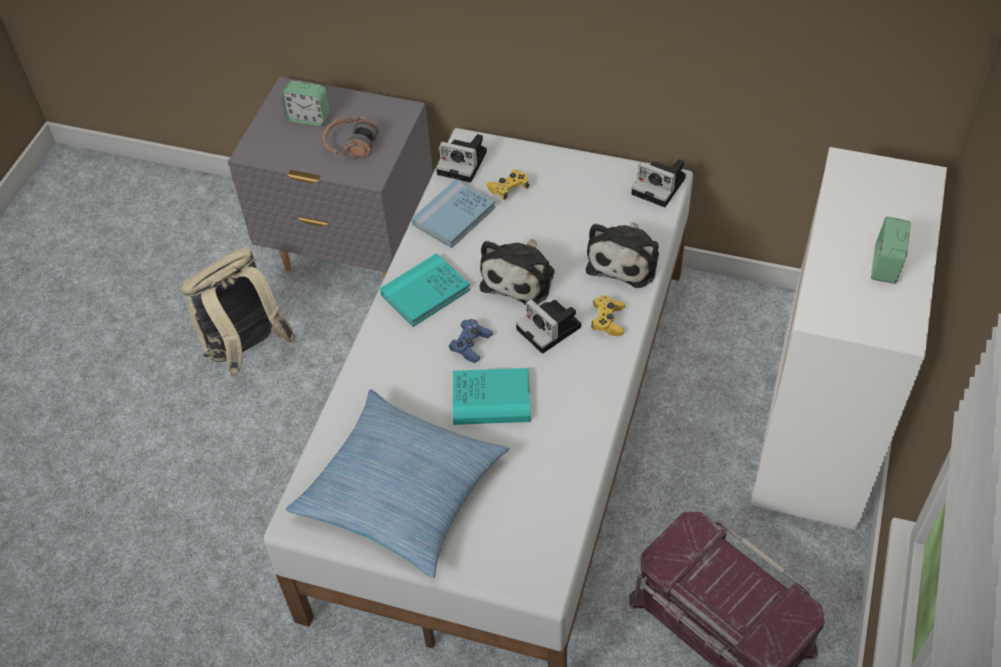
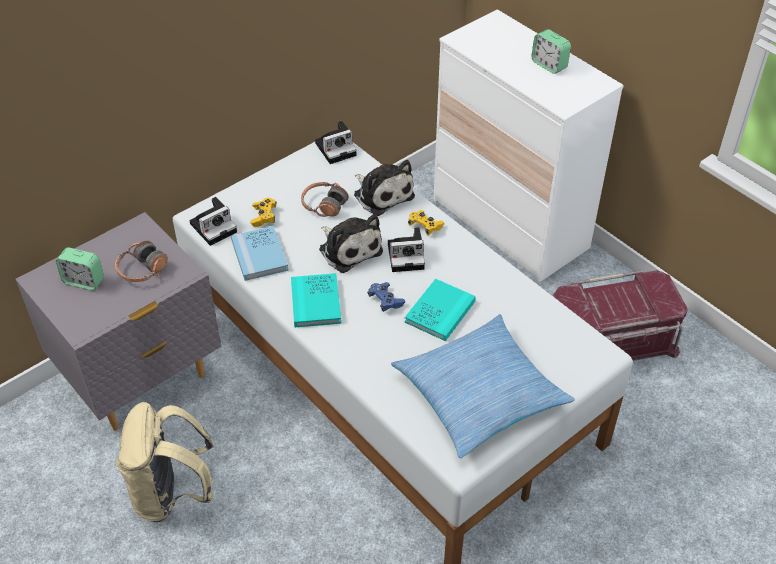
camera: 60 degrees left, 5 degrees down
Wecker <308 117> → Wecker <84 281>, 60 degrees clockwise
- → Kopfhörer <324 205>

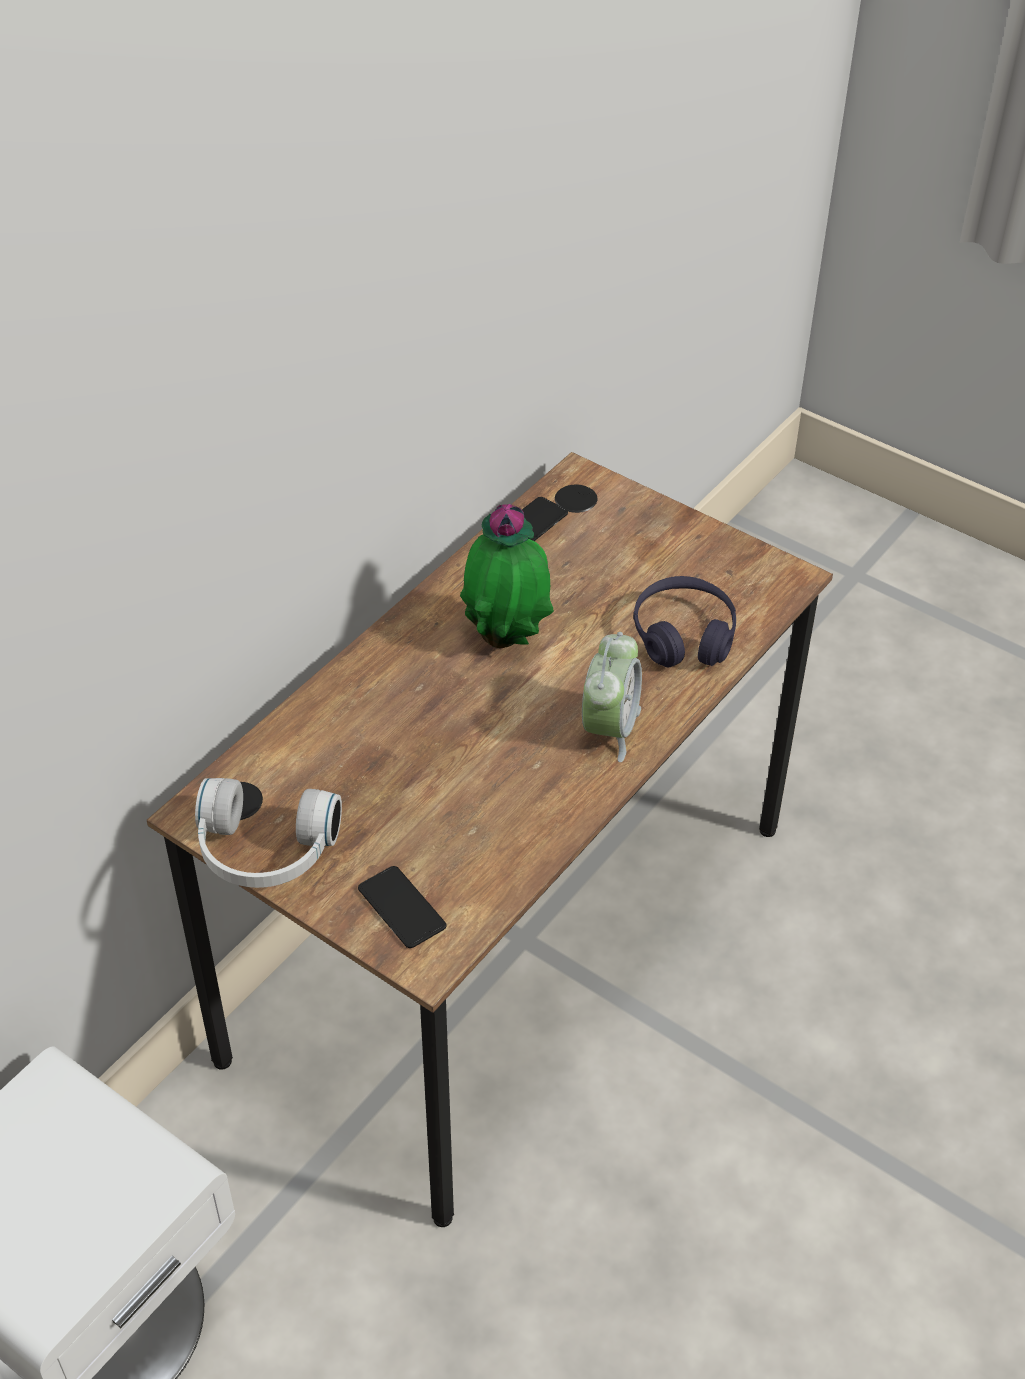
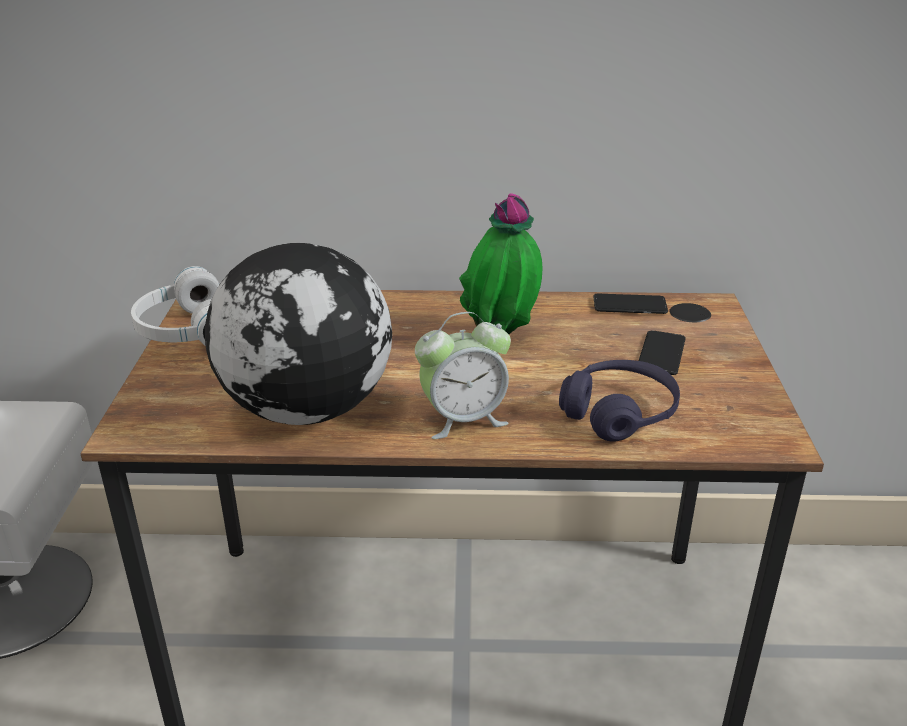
camera: 55 degrees right, 15 degrees down
Handy <401 908> → Handy <661 354>, move
- → Globus <309 409>

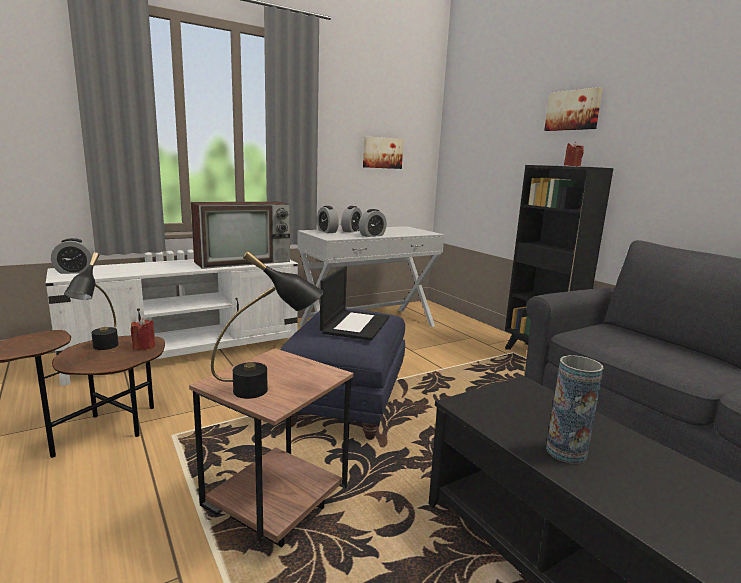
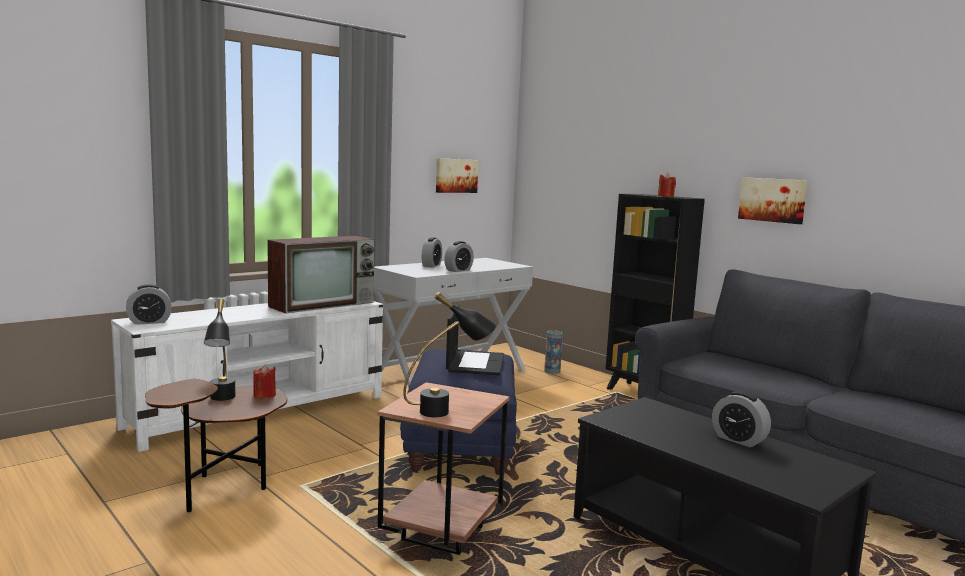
camera: 10 degrees left, 5 degrees down
Wecker <327 231> → Wecker <738 440>, move
Bild <573 110> → Bild <773 200>, move
Vase <566 451> → Vase <552 371>, move

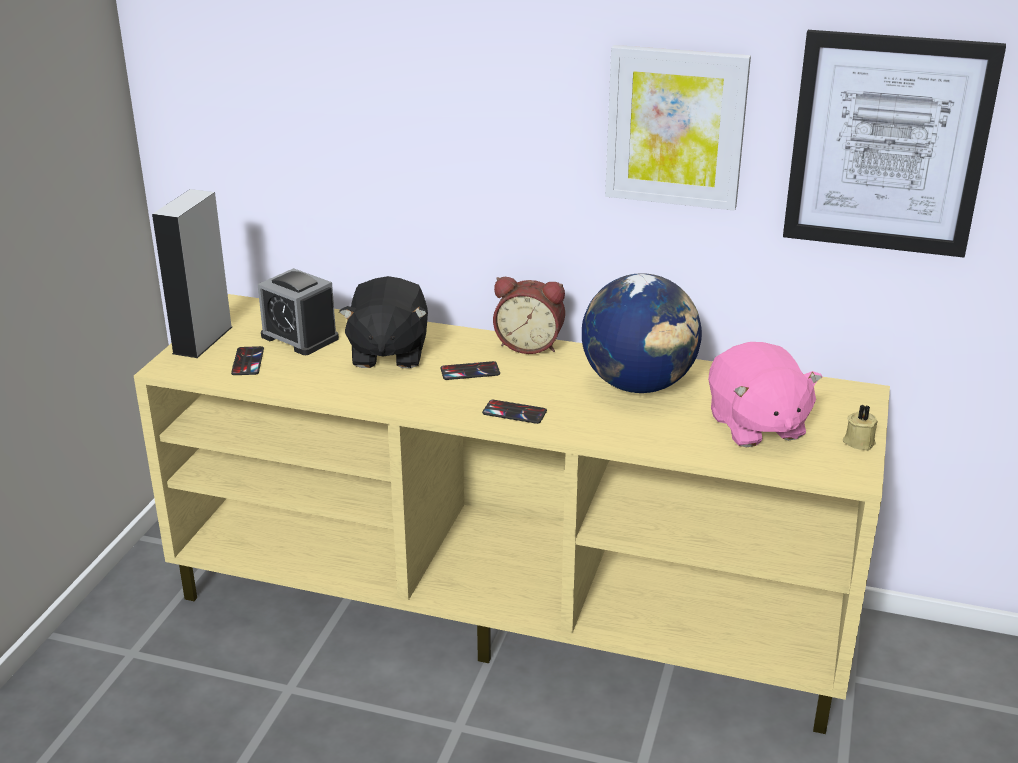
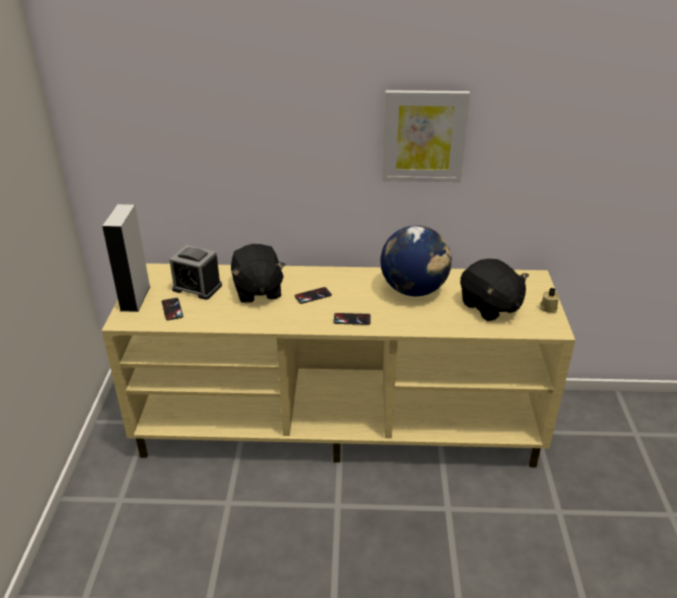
camera: 15 degrees left, 5 degrees up
Wecker <529 345> → -
Plüschtier [rosa] <755 426> → Plüschtier [schwarz] <490 307>
Bild <887 144> → -

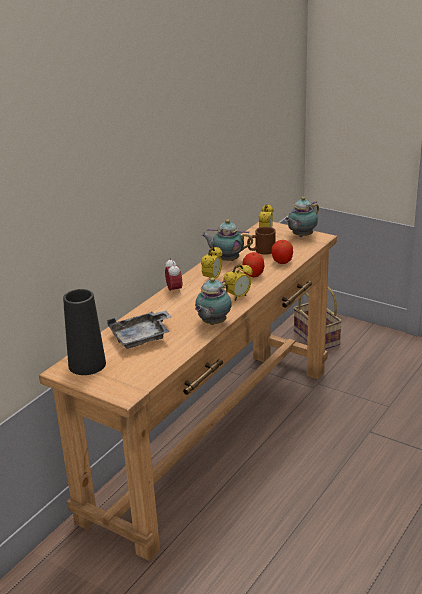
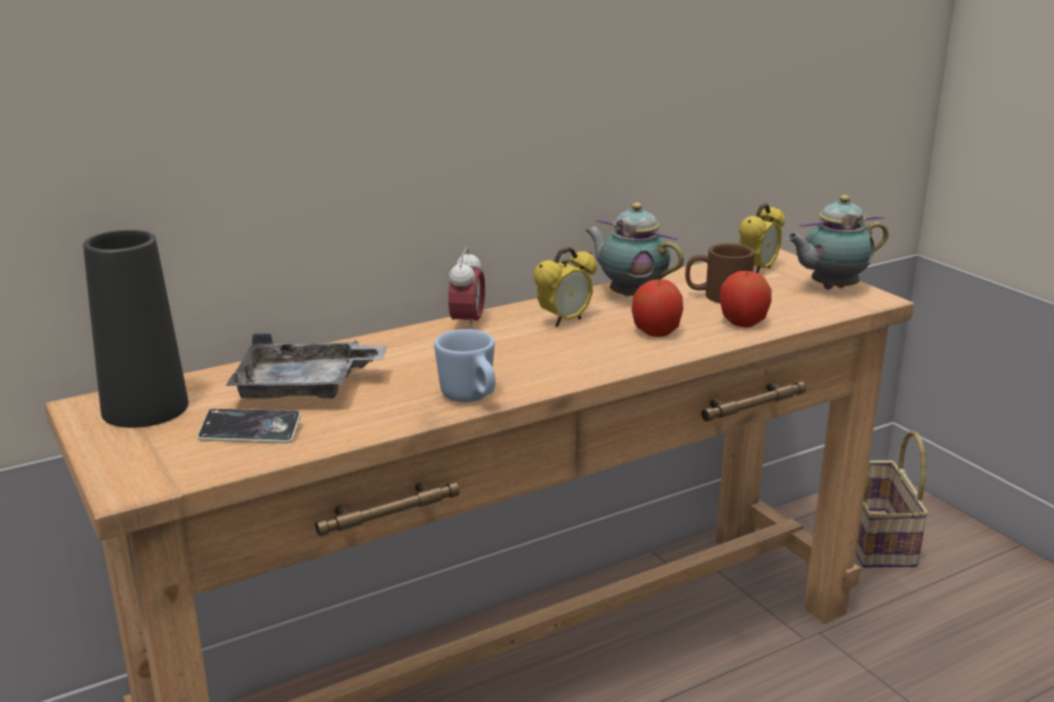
camera: 25 degrees right, 5 degrees down
Teekanne <212 323> → Henkelbecher [blau] <471 398>
Wecker <238 297> → -
- → Handy <250 432>

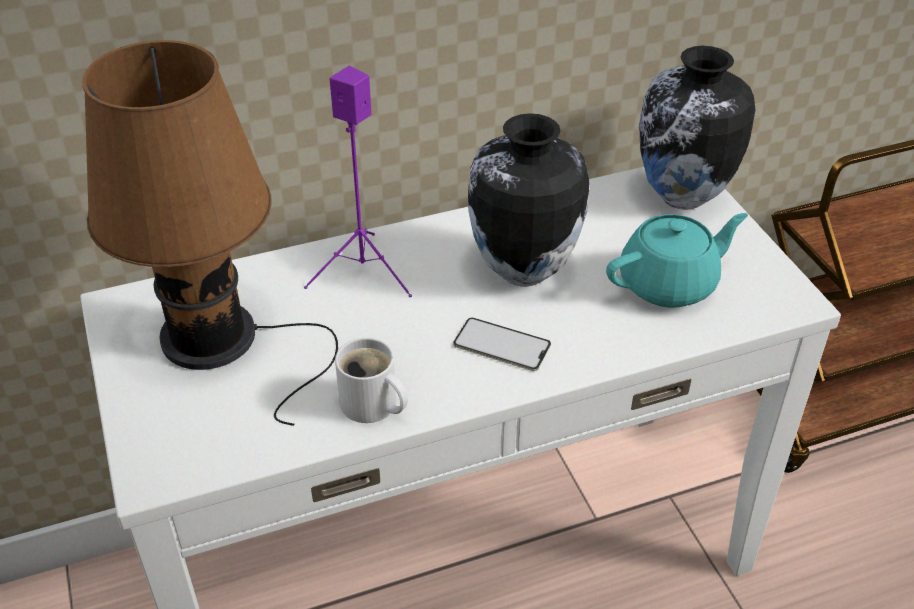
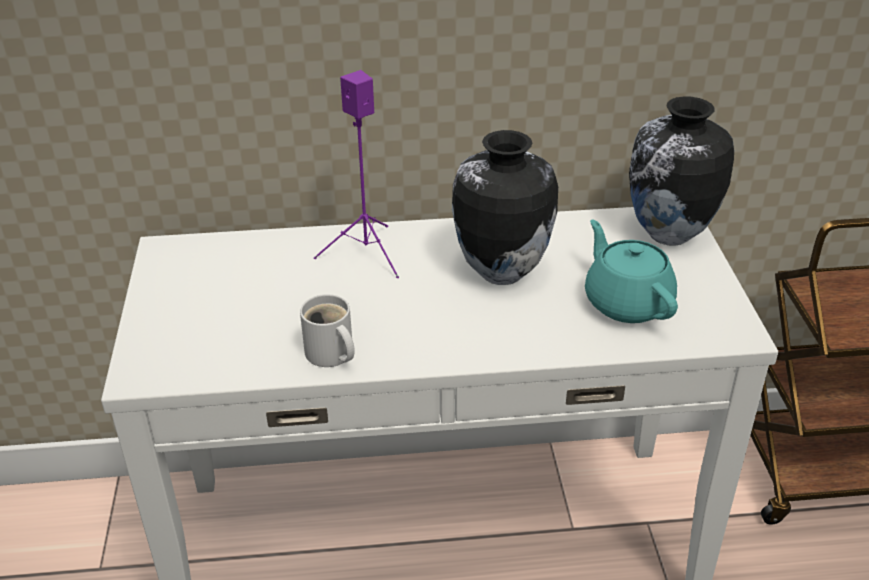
camera: 15 degrees right, 5 degrees down
Tischlampe [braun] <219 340> → -
Handy <502 345> → -
Teekanne [türkis] <669 284> → Teekanne [türkis] <627 302>, 105 degrees counterclockwise

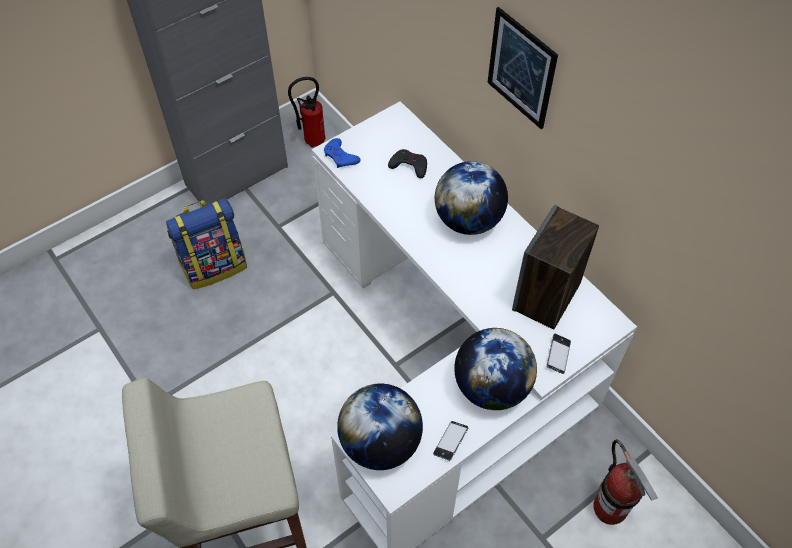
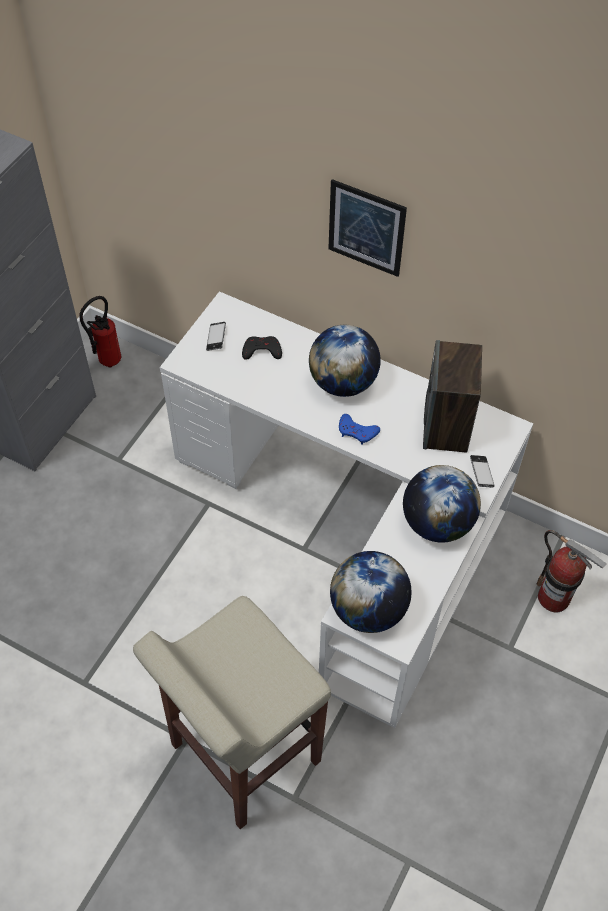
camera: 25 degrees left, 0 degrees up
Rucksack <214 265> → -
Gamepad [blau] <340 157> → Gamepad [blau] <357 432>, move
Handy <450 442> → Handy <216 338>, move

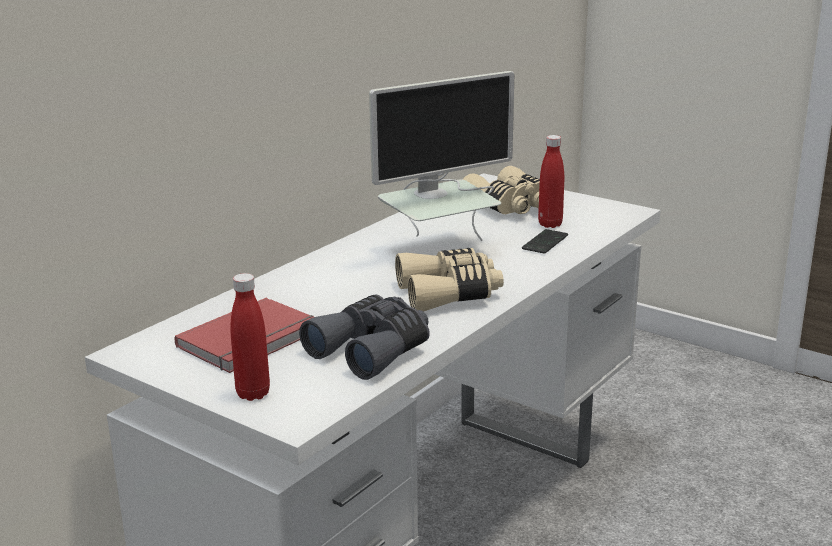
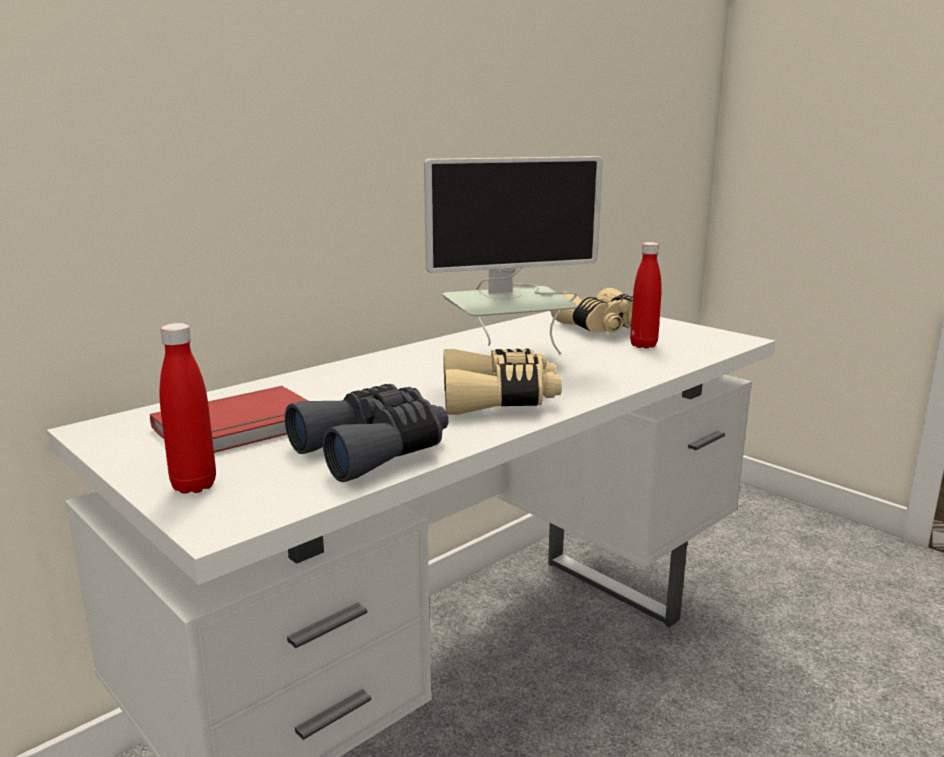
camera: 10 degrees right, 5 degrees down
Handy <545 243> → -

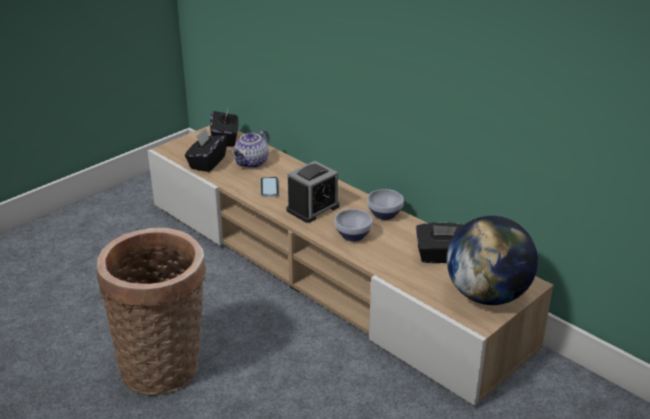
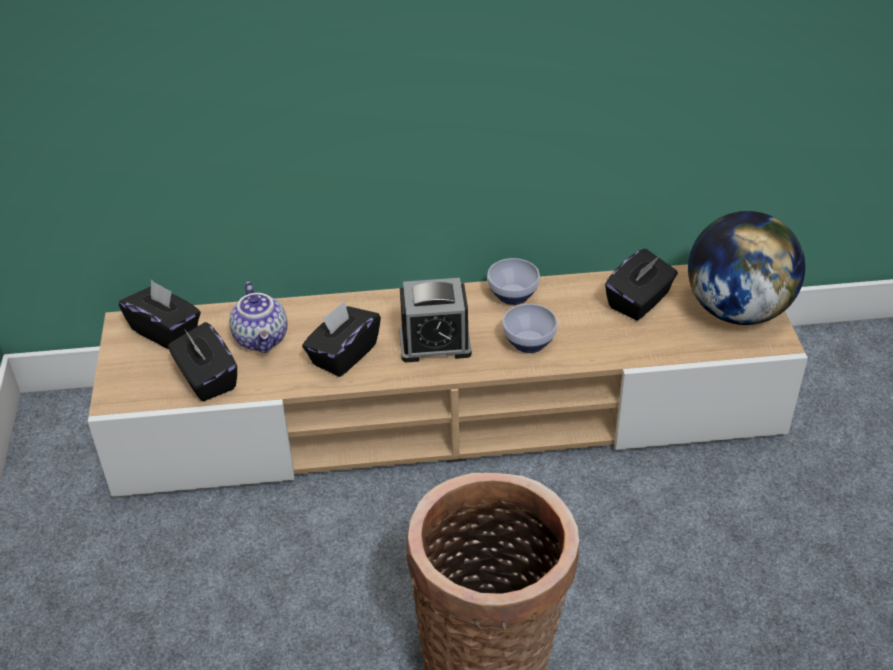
camera: 50 degrees left, 10 degrees up
Handy <269 188> → Taschentuchbox [schwarz] <343 355>
Wecker <313 208> → Wecker <435 343>, 90 degrees clockwise

